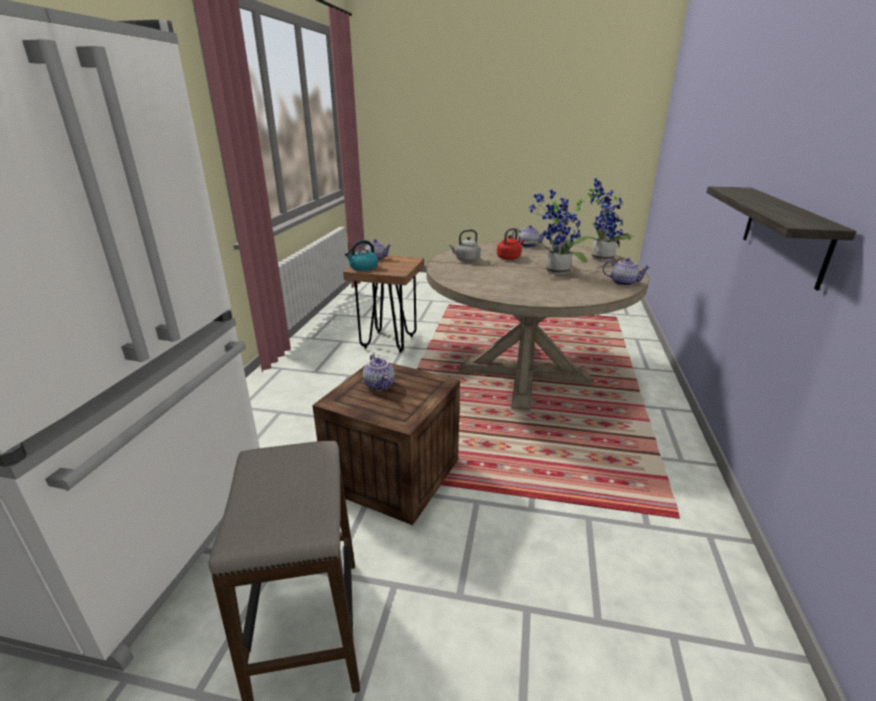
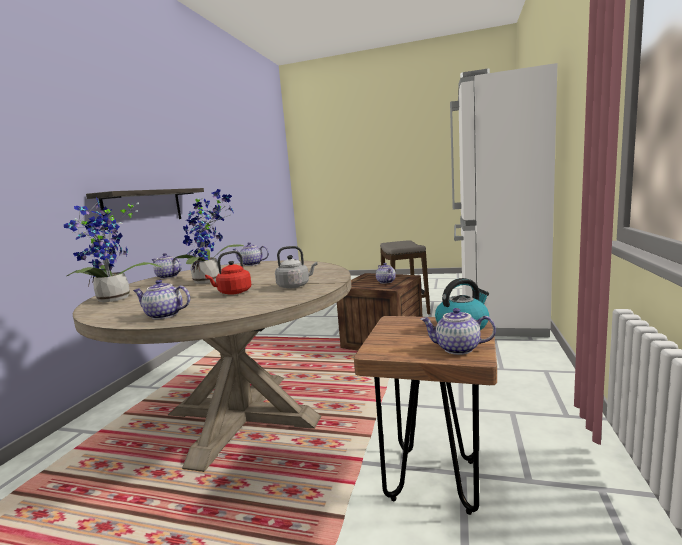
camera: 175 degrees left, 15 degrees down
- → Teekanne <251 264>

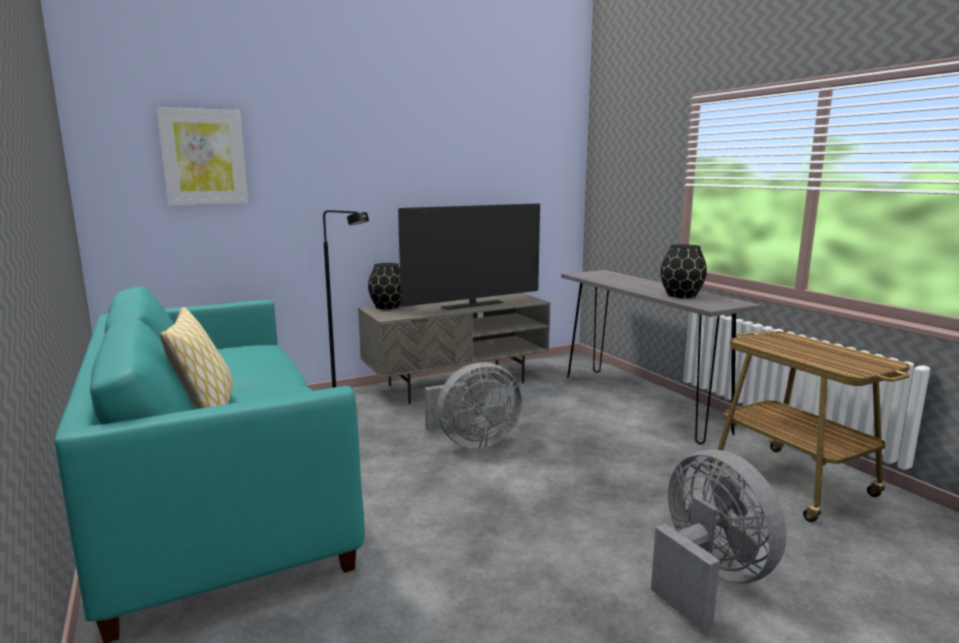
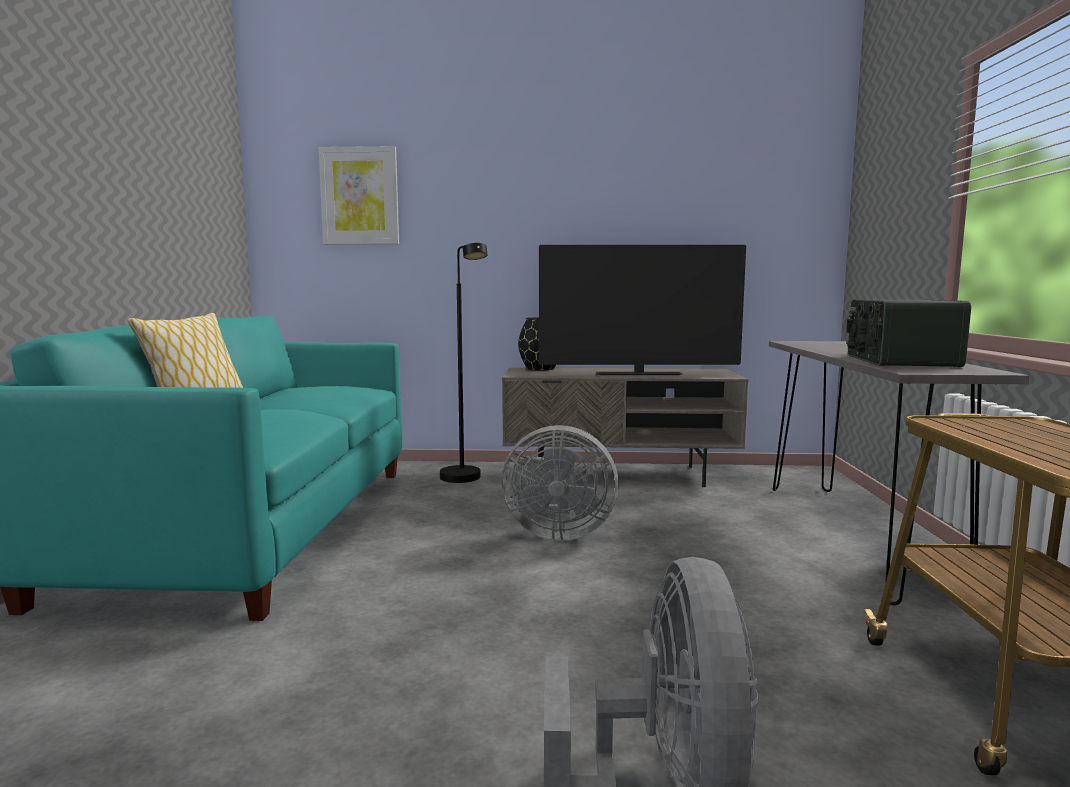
camera: 30 degrees right, 5 degrees down
Vase [schwarz] <682 295> → Radio <898 361>

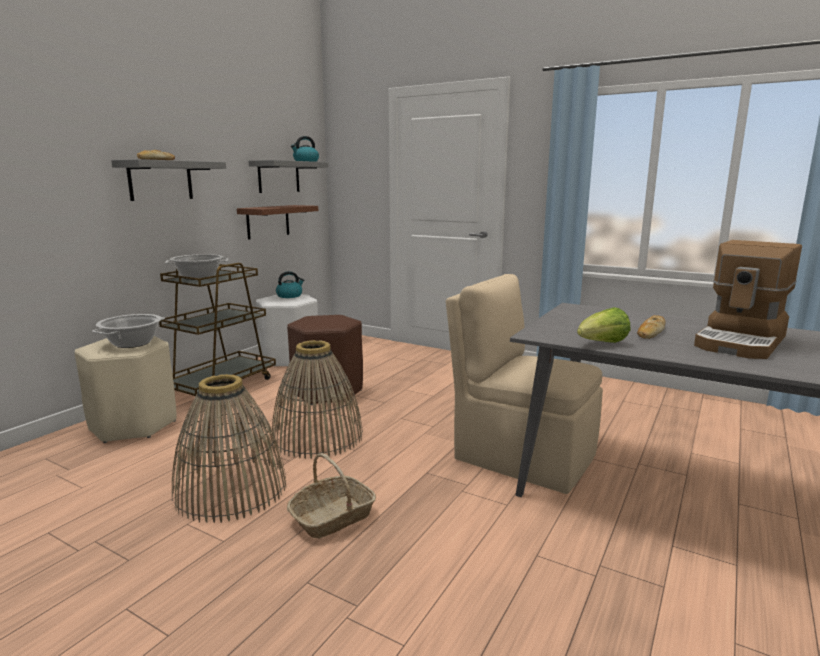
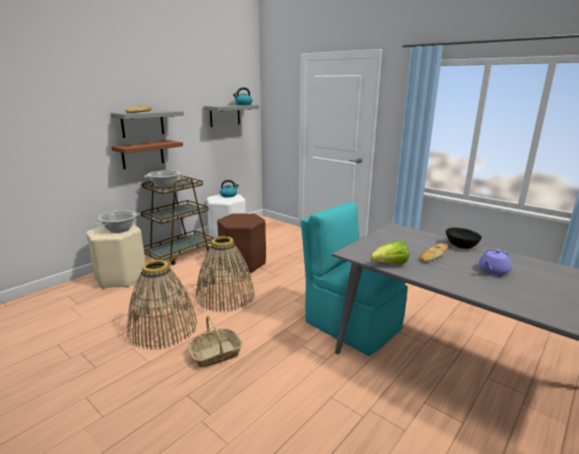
camera: 10 degrees right, 5 degrees up
Wandregal [braun] <268 221> → Wandregal [braun] <143 154>, move
Stuhl [beige] <521 456> → Stuhl [türkis] <350 324>
Kaffeemaschine <742 342> → Teekanne [lila] <493 271>
- → Schüssel [schwarz] <461 246>

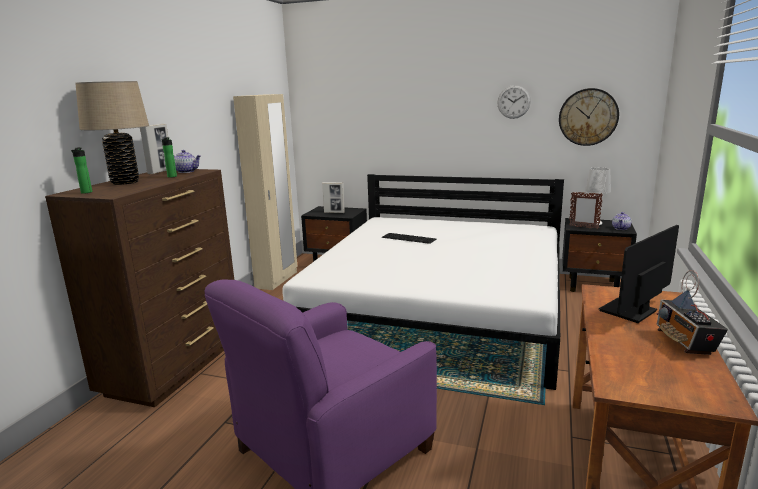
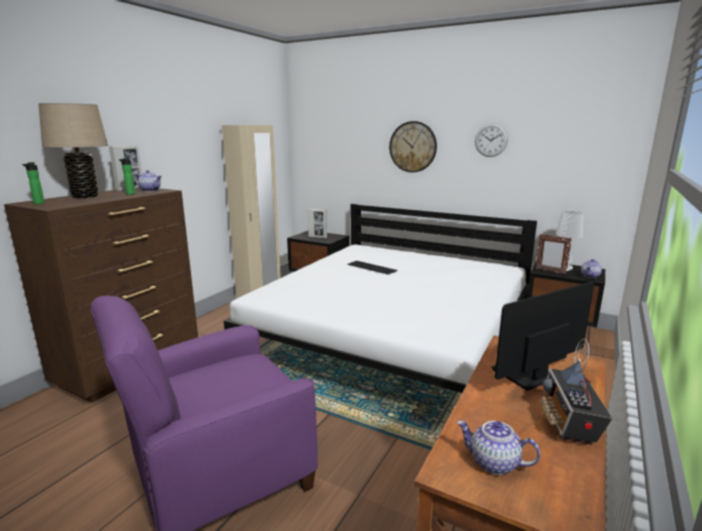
camera: 10 degrees right, 0 degrees up
Wanduhr <588 117> → Wanduhr <413 147>, move
- → Teekanne <493 463>

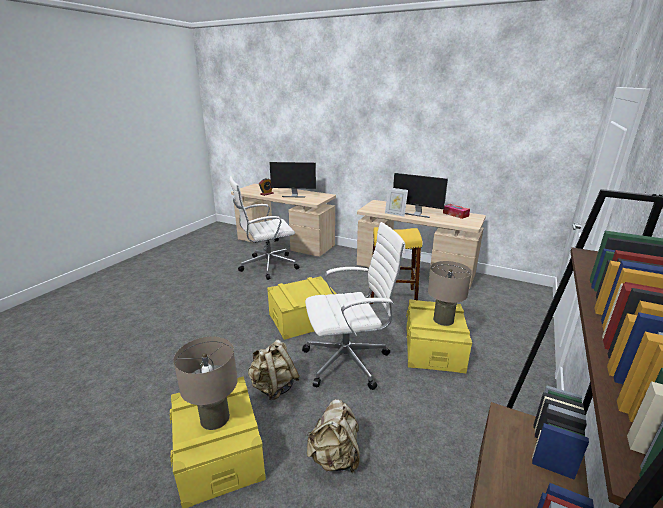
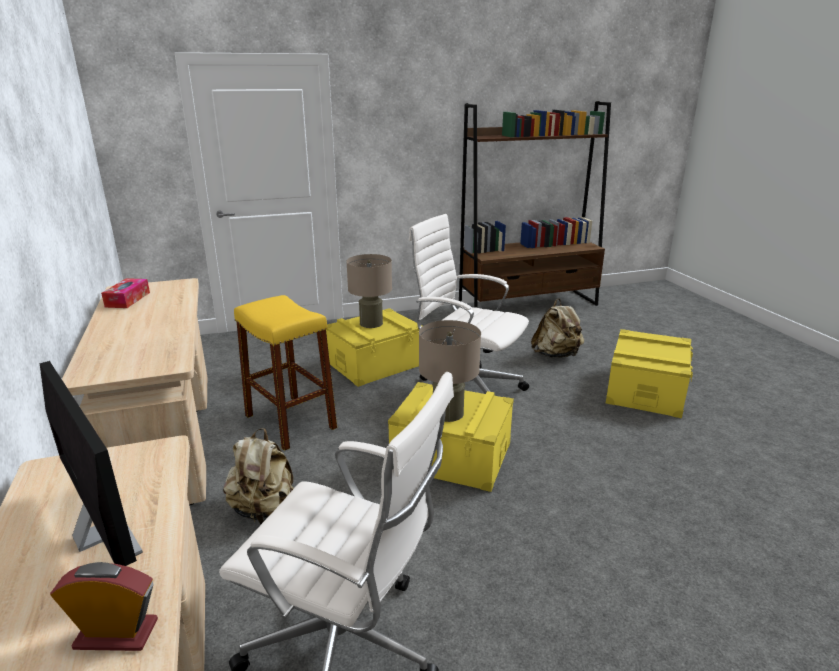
camera: 135 degrees left, 0 degrees up
Tischlampe [beige] <215 418> → Tischlampe [beige] <448 413>, move
Rucksack [beige] <273 387> → Rucksack [beige] <264 509>, move
Bilderrahmen <395 214> → -
Monitor <416 214> → -

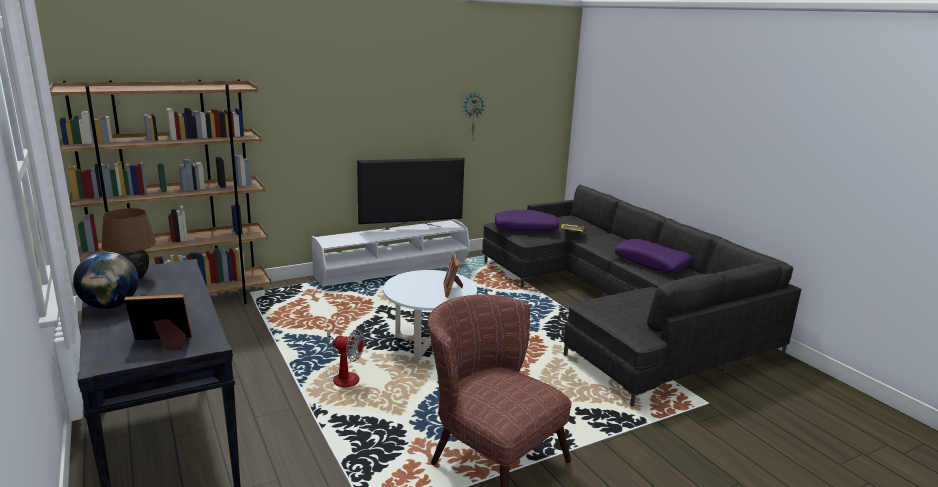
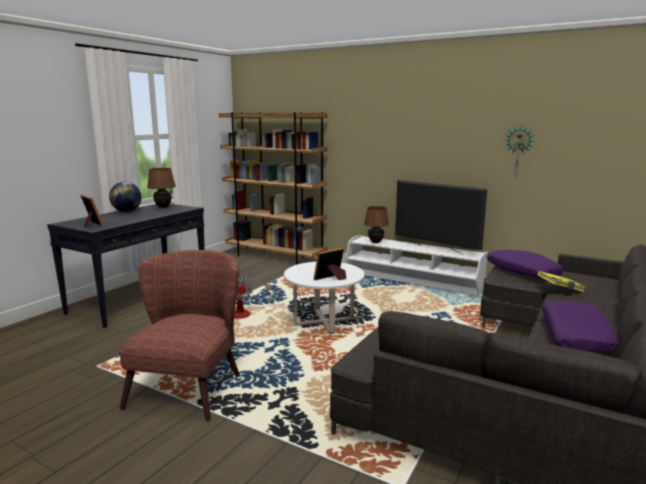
camera: 60 degrees right, 5 degrees down
- → Tischlampe [braun] <375 242>

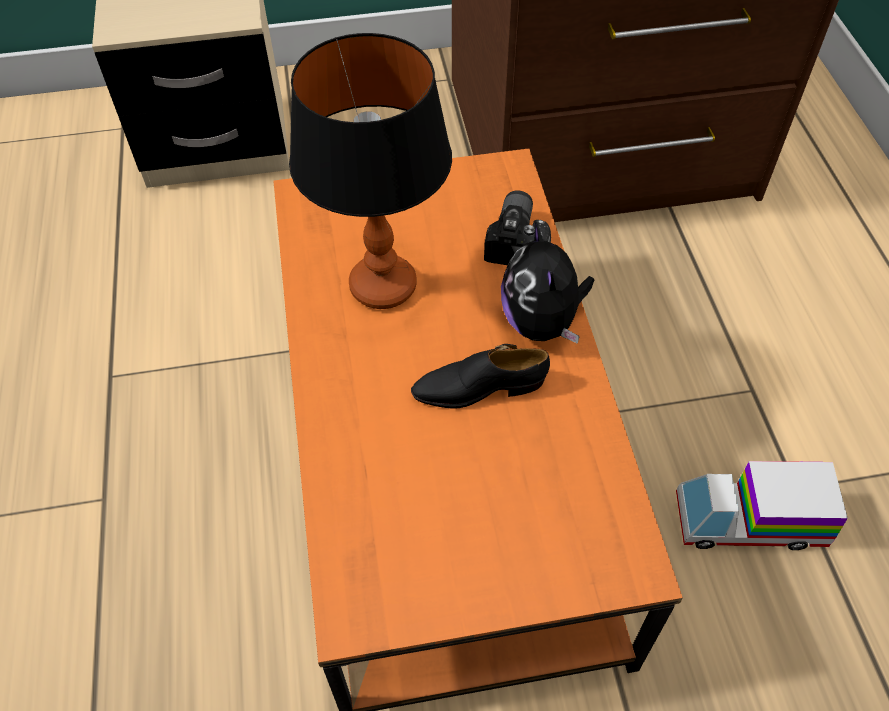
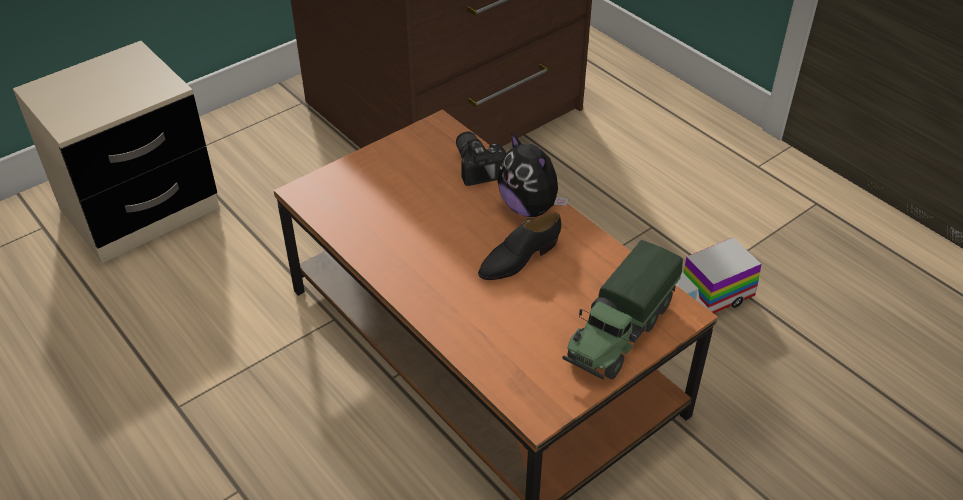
camera: 30 degrees left, 10 degrees down
Tischlampe <382 286> → -
- → Spielzeuglaster <619 333>

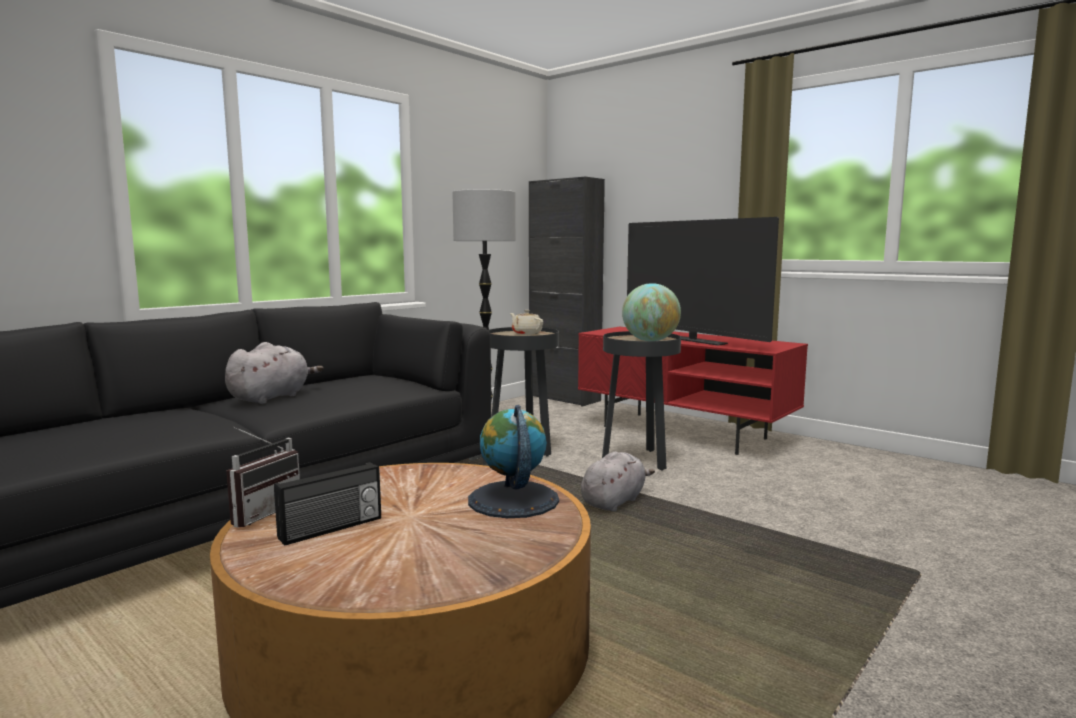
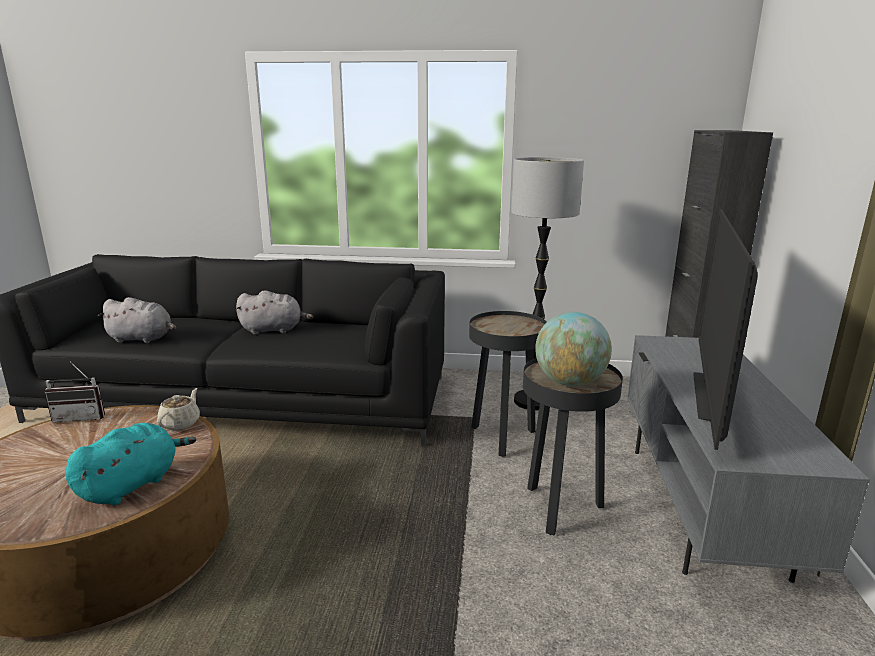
camera: 55 degrees right, 10 degrees up
Radio <332 529> → -
Globus <513 500> → Plüschtier [türkis] <132 484>
Teekanne [beige] <526 333> → Teekanne [beige] <181 423>, move
Fernsehschrank [rot] <684 432> → Fernsehschrank [grau] <704 508>
Plüschtier [grau] <614 502> → Plüschtier [grau] <143 339>, move

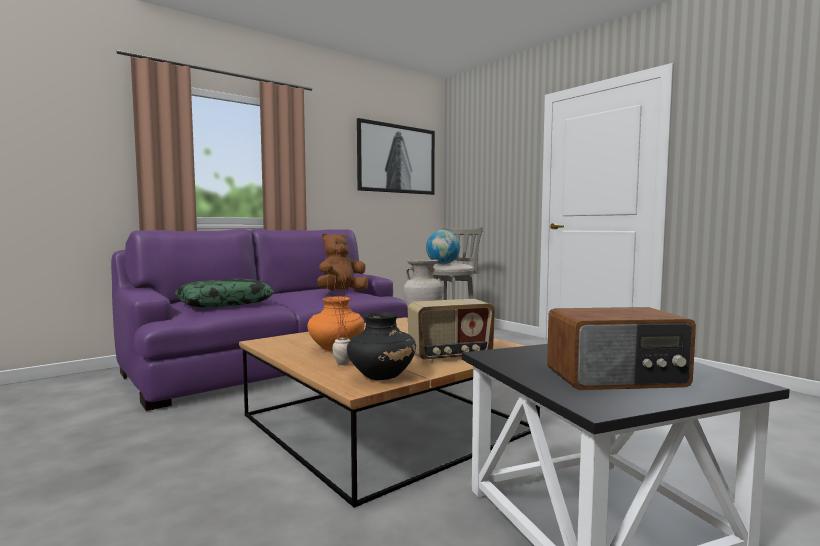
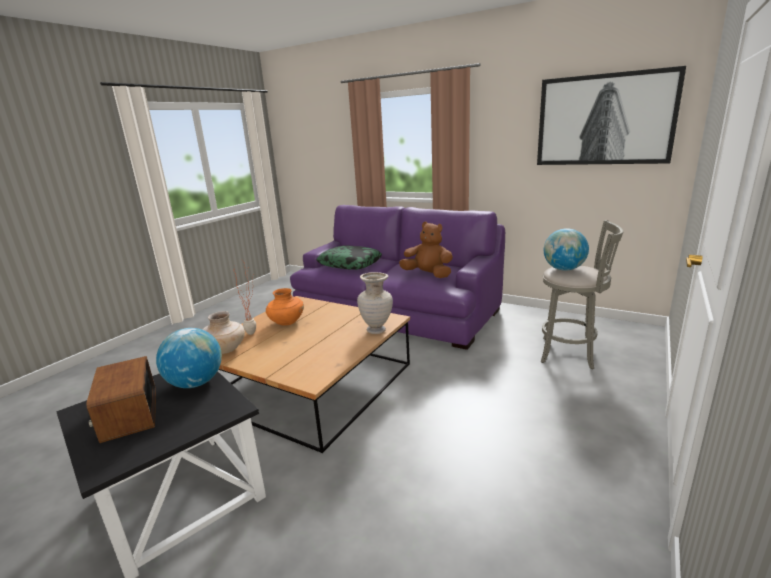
camera: 70 degrees right, 15 degrees up
Vase [schwarz] <381 376> → Vase [beige] <226 350>
Radio <450 356> → -
- → Globus <196 383>

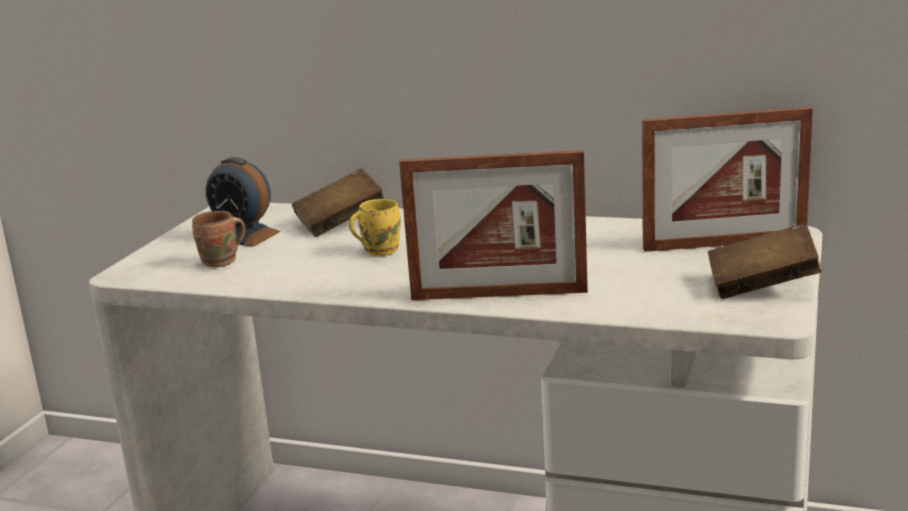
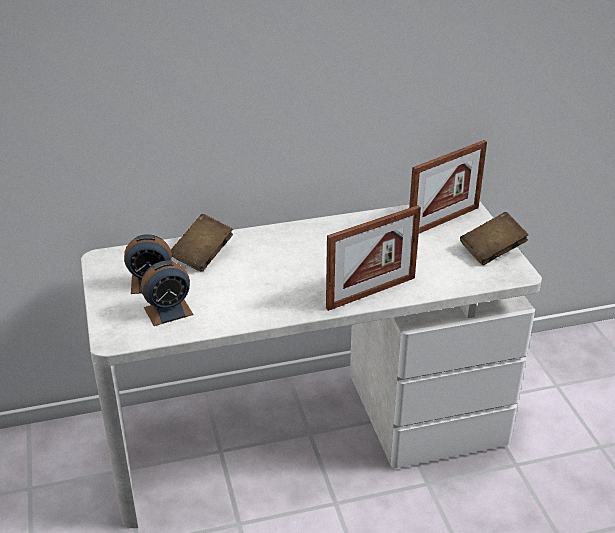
camera: 35 degrees left, 15 degrees up
Henkelbecher [braun] <222 262> → Wecker <168 311>
Henkelbecher [gelb] <379 250> → -

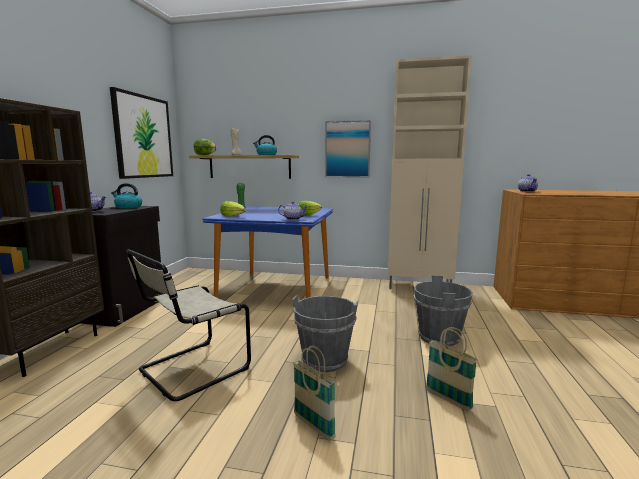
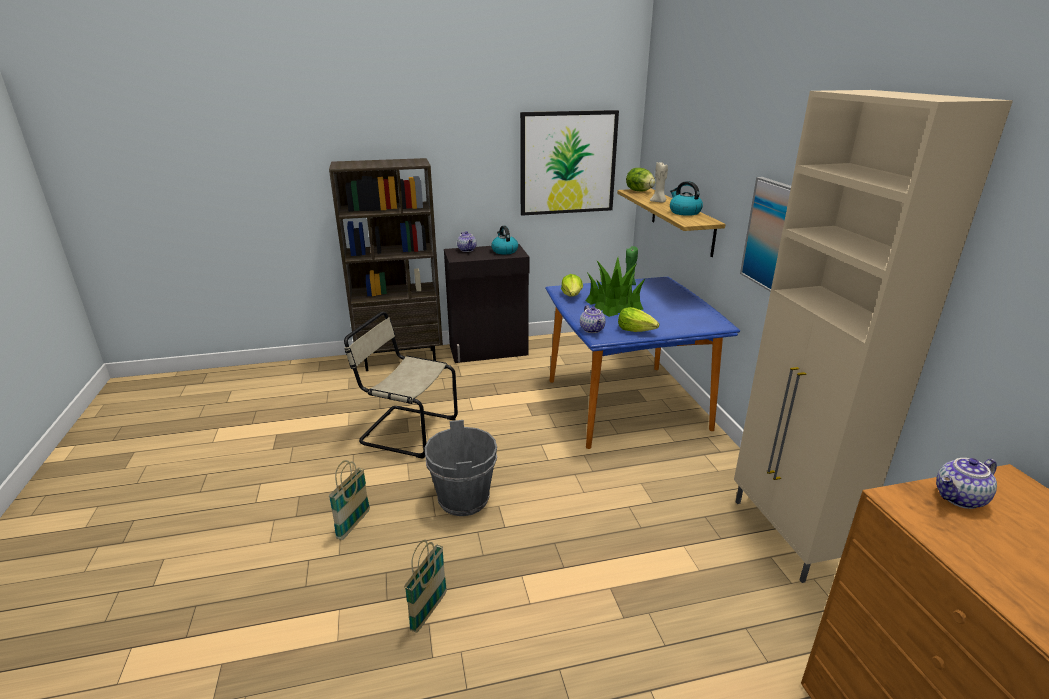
camera: 65 degrees right, 15 degrees up
Eimer [grau] <439 337> → -
- → Topfpflanze <613 305>

